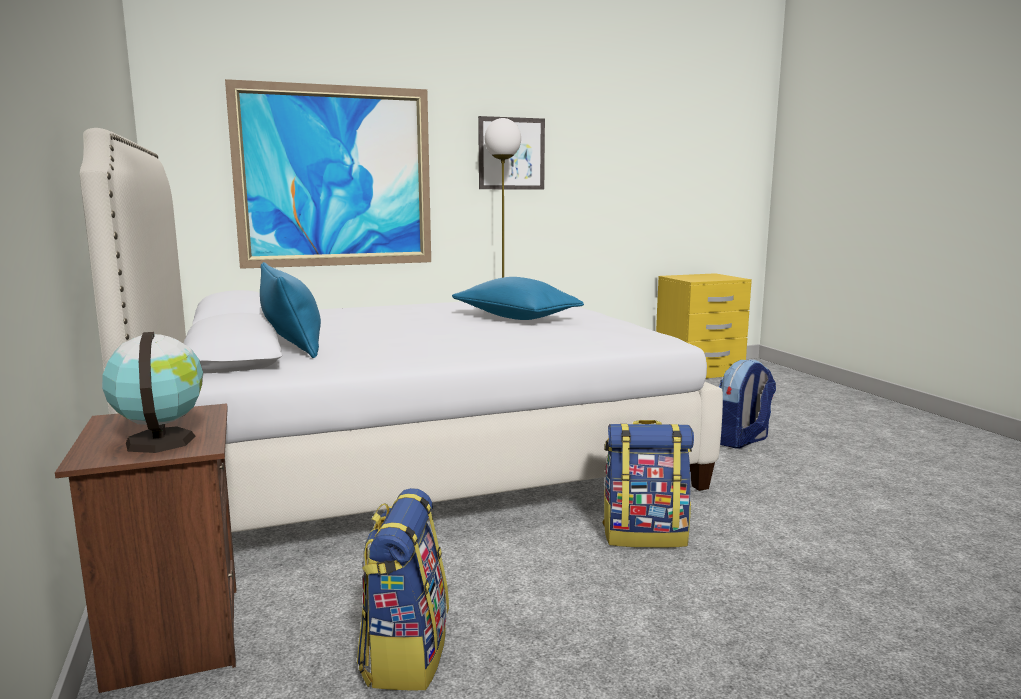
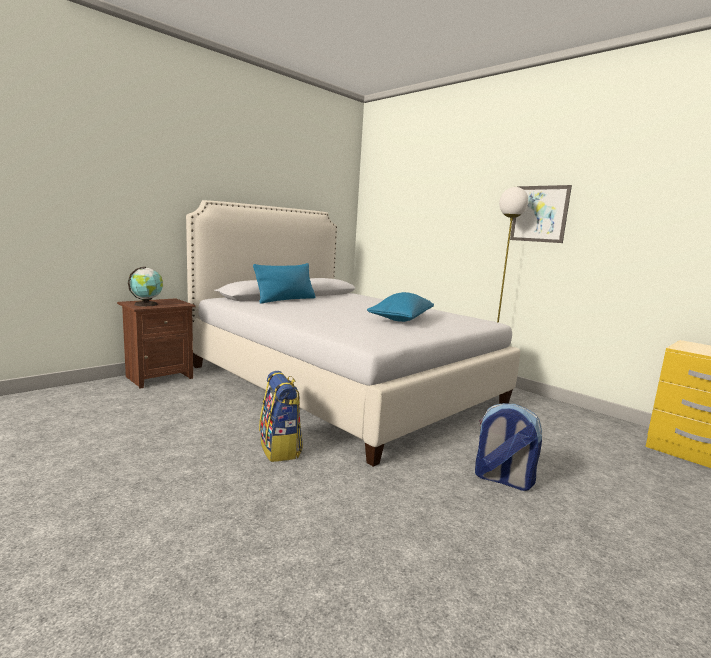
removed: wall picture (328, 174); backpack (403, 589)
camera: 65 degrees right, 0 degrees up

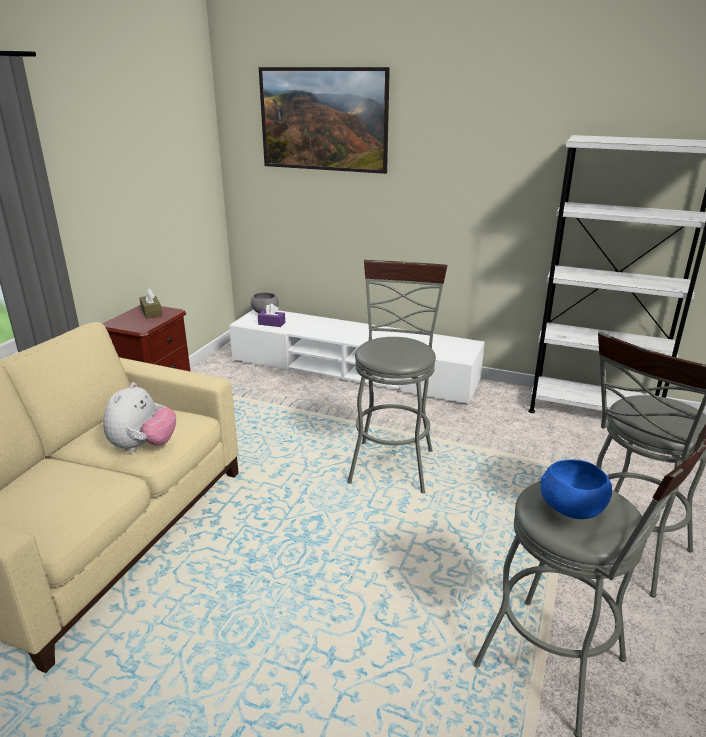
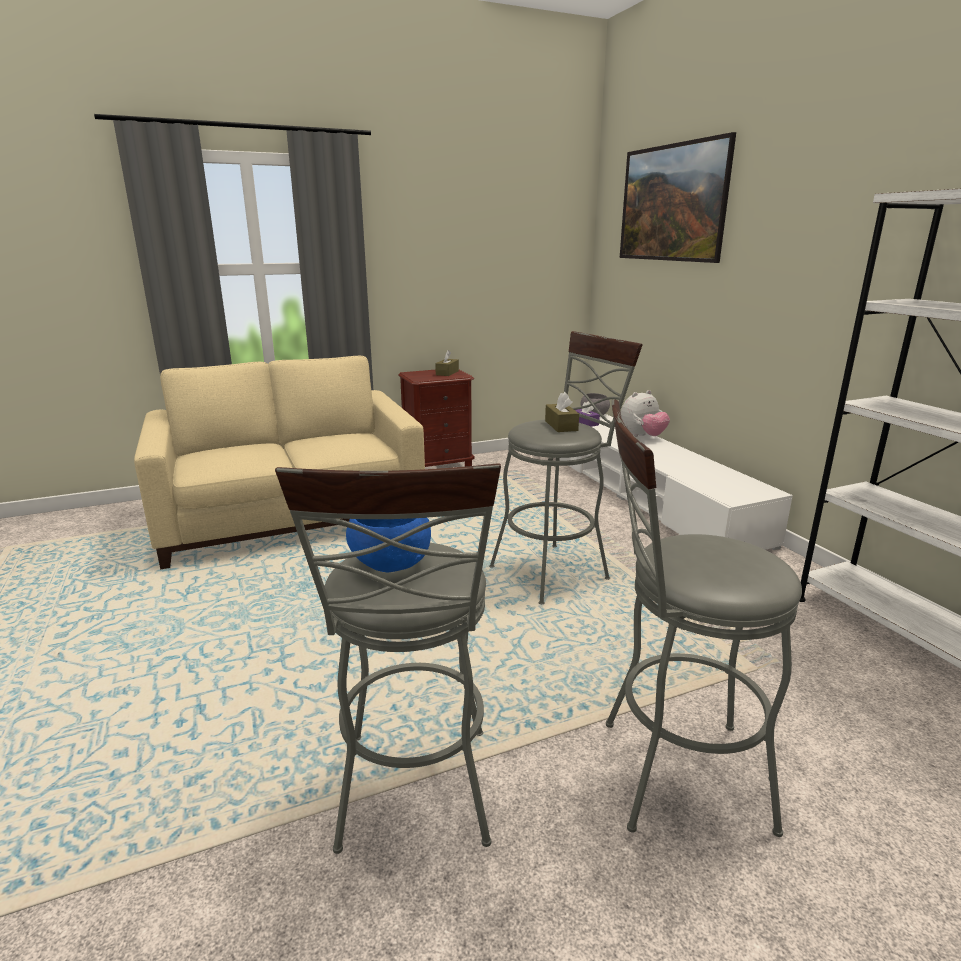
added: brownish tissue box (562, 412)
moved: cuddly toy (139, 417) to (645, 413)
camera: 45 degrees right, 5 degrees down

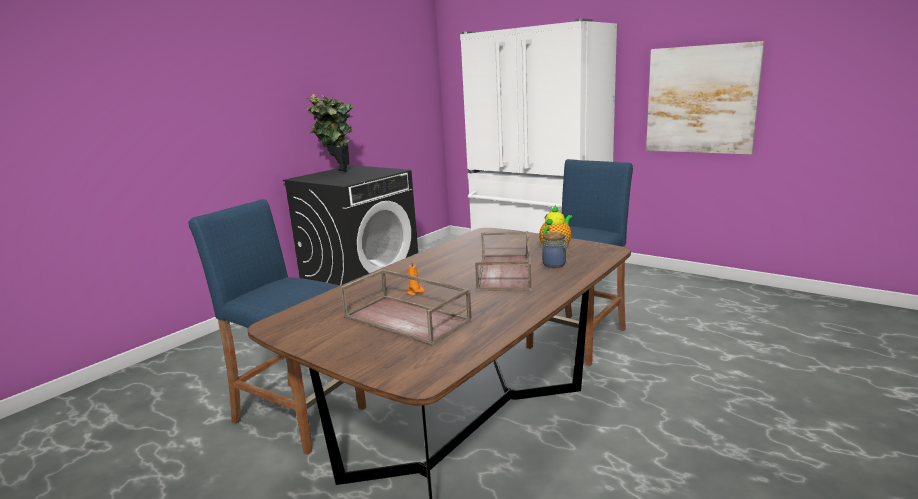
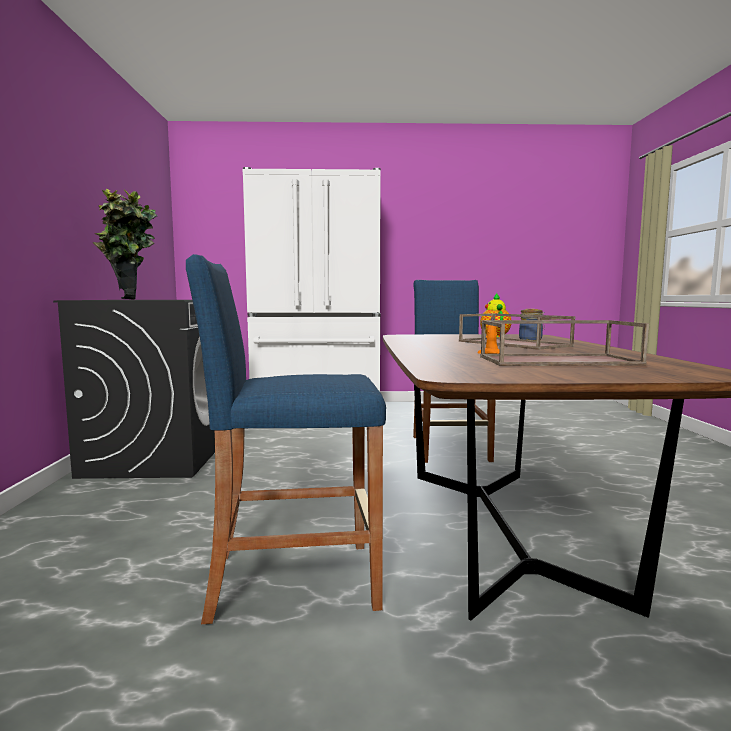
removed: wall picture (705, 98)
camera: 40 degrees left, 10 degrees down

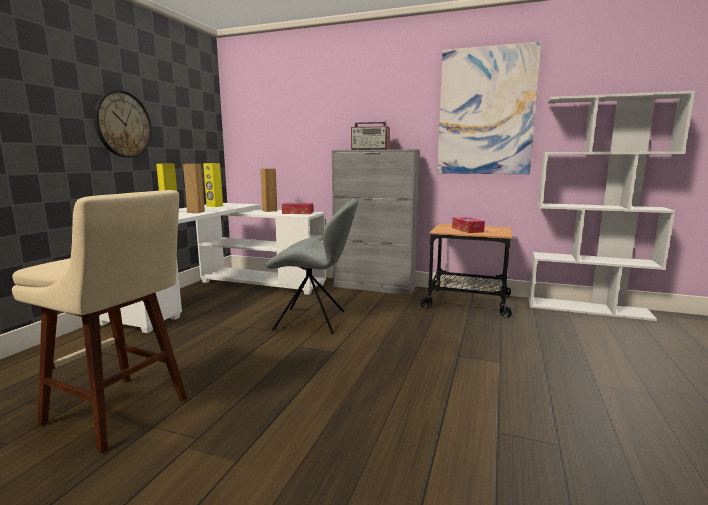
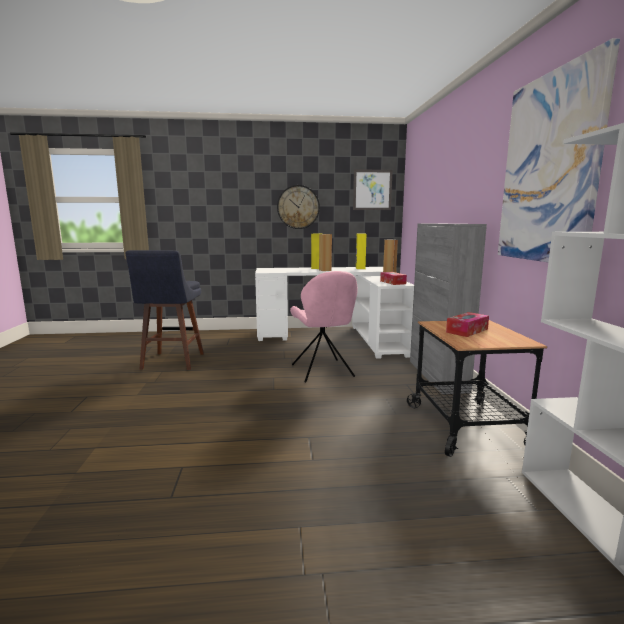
removed: radio set (370, 135)
added: wall picture (373, 189)
recoloured: beige-coloured stool (99, 322) to blue-coloured stool (164, 310); gray plain chair (312, 266) to pink plain chair (324, 327)
camera: 65 degrees right, 0 degrees up

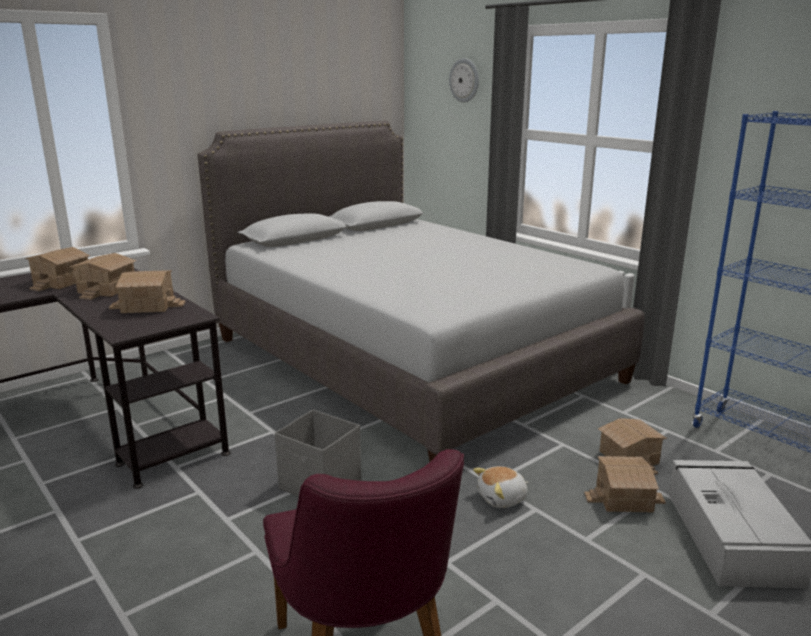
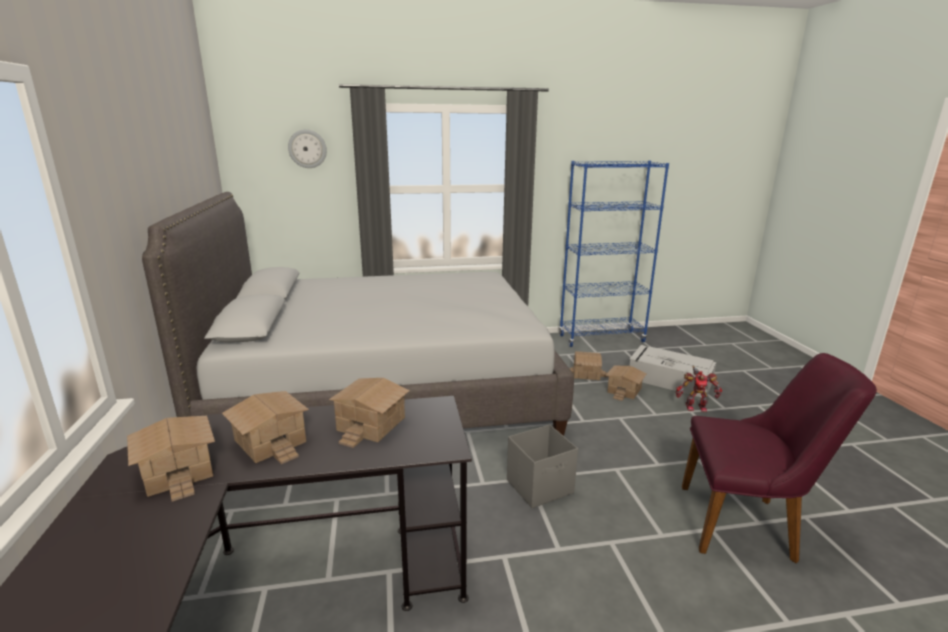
removed: cuddly toy (501, 487)
added: robot figure (699, 389)
camera: 60 degrees left, 0 degrees up

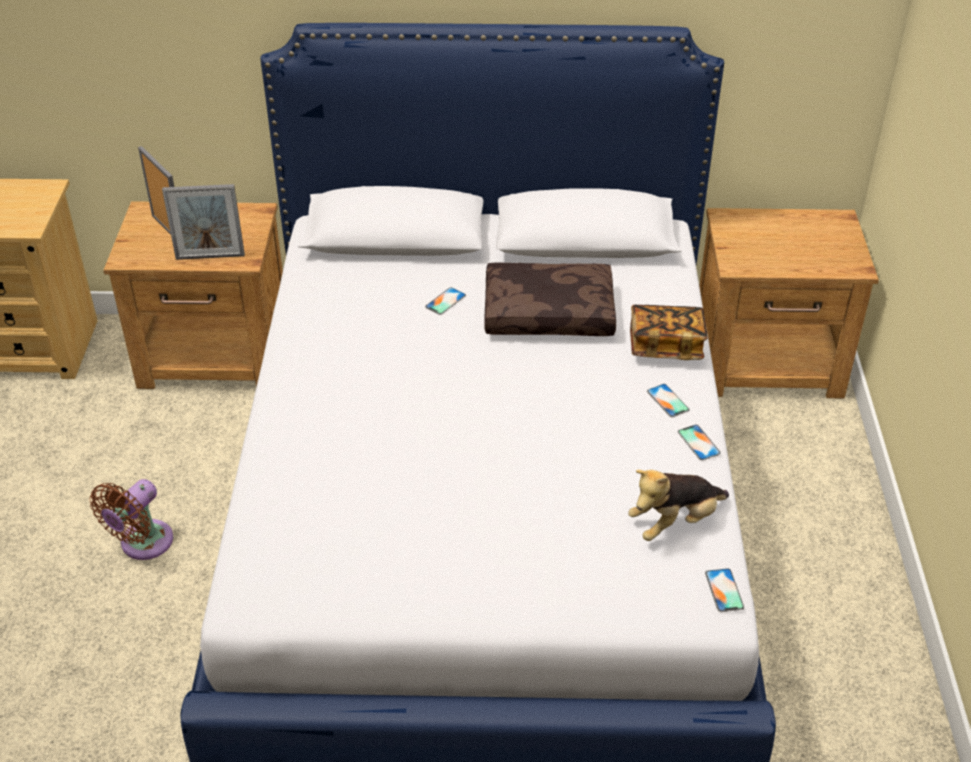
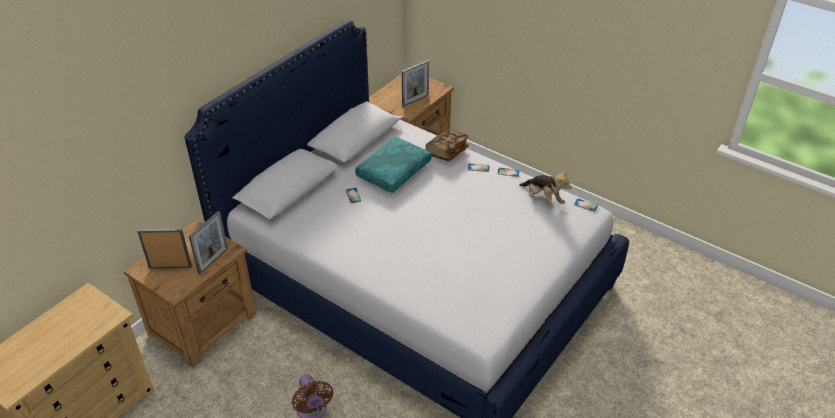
added: photo frame (415, 83)
recoloured: brownish cushion (550, 299) to turquoise cushion (393, 165)
turned: cuddly toy (678, 505) = (545, 189) 45 degrees counterclockwise
camera: 55 degrees left, 0 degrees up

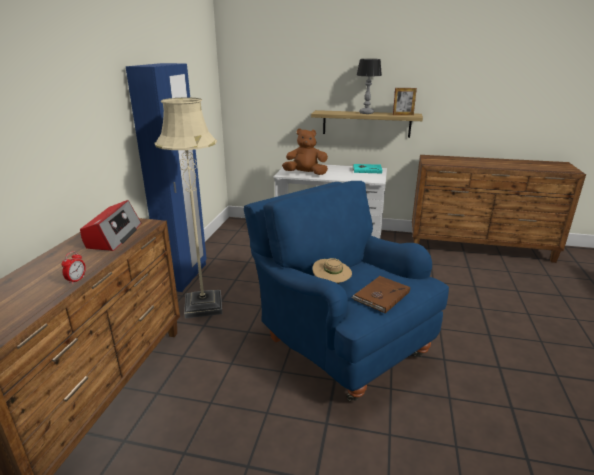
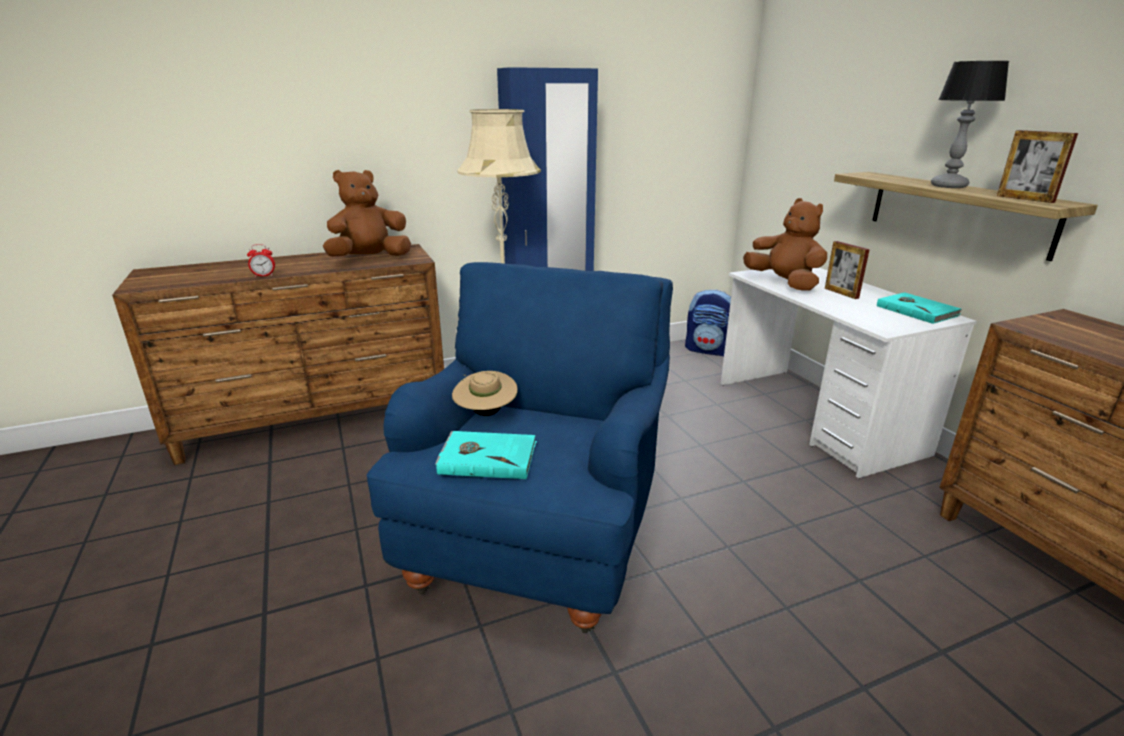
added: backpack (708, 323); photo frame (847, 270)
replaced: radio set (110, 225) to brownish cuddly toy (367, 213)
recoloured: brownish volume (380, 294) to turquoise volume (486, 455)
camera: 55 degrees right, 0 degrees up

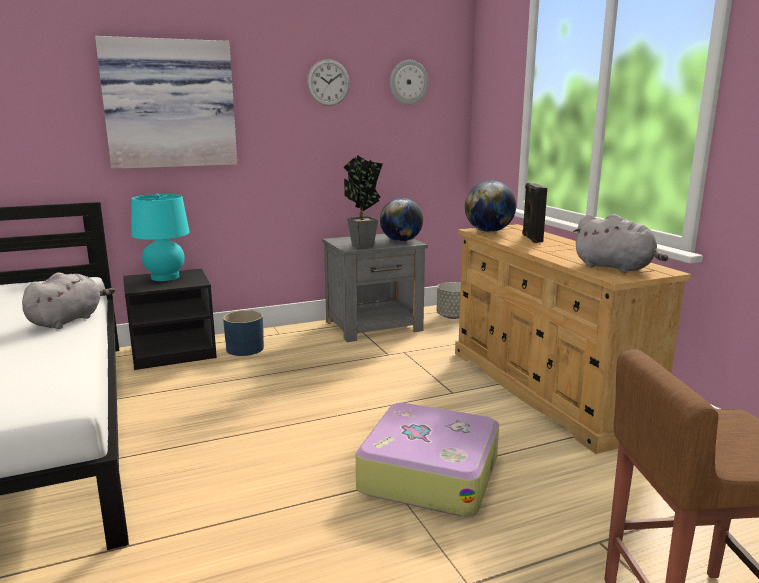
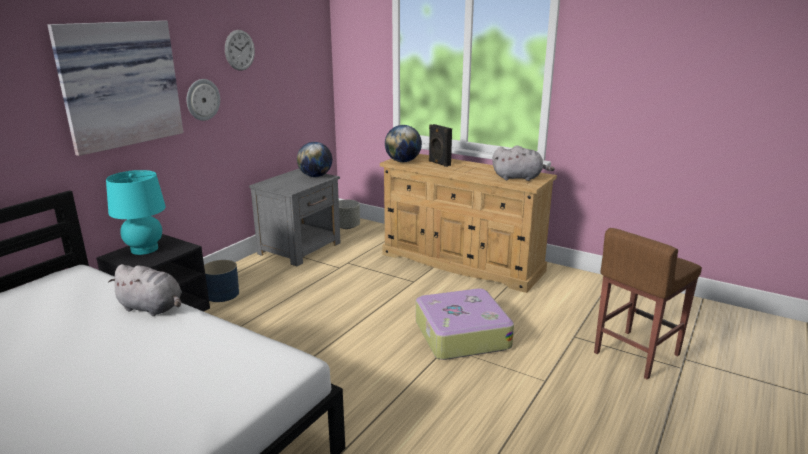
removed: plant in a pot (363, 202)
moved: hanging clock (409, 82) to (203, 100)
turned: gray cuddly toy (68, 300) = (145, 290) 120 degrees clockwise
camera: 35 degrees left, 5 degrees up

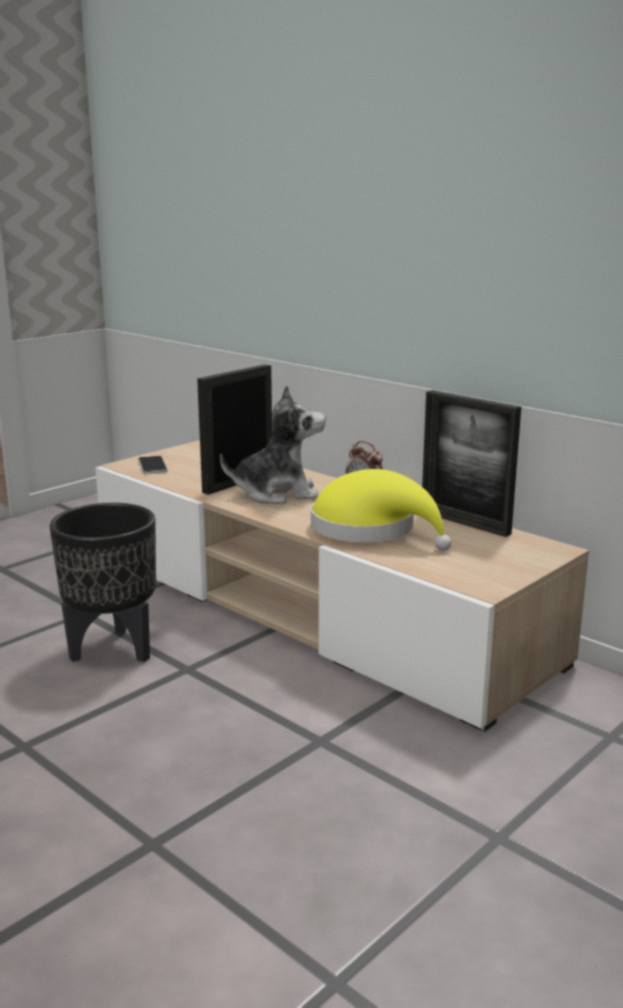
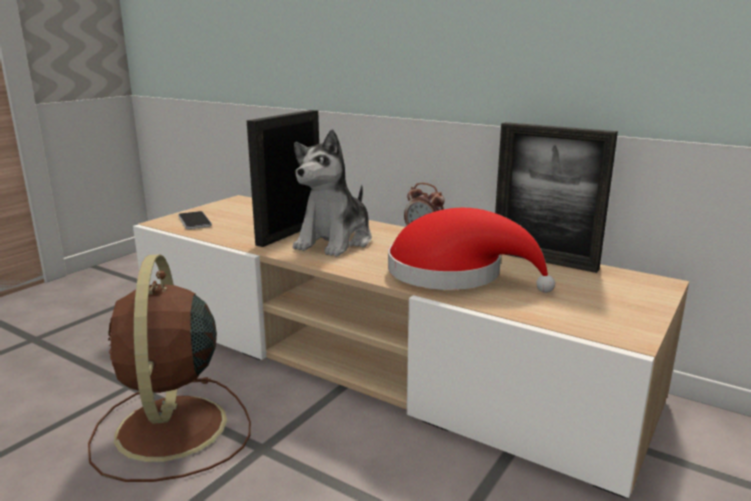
replaced: black-coloured flower pot (103, 582) to brownish fan (169, 368)
recoloured: yellowish clothing hat (381, 510) to red-coloured clothing hat (471, 250)
turned: cuddly toy (273, 444) = (332, 193) 135 degrees clockwise
camera: 10 degrees left, 0 degrees up

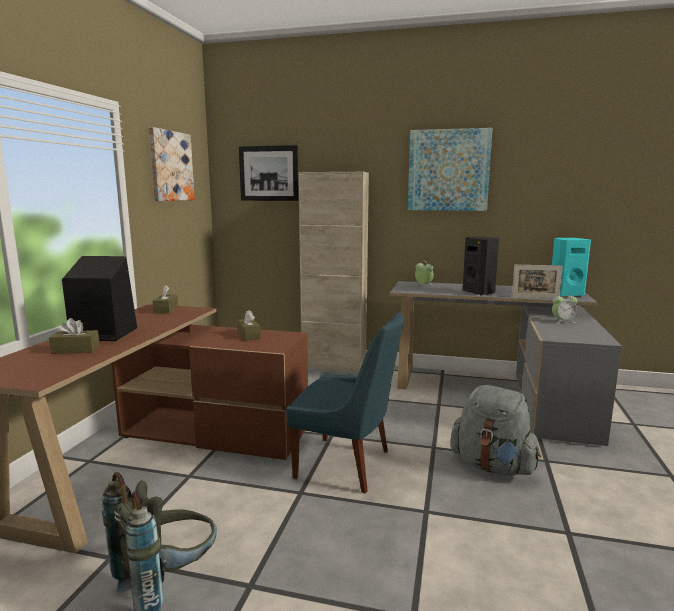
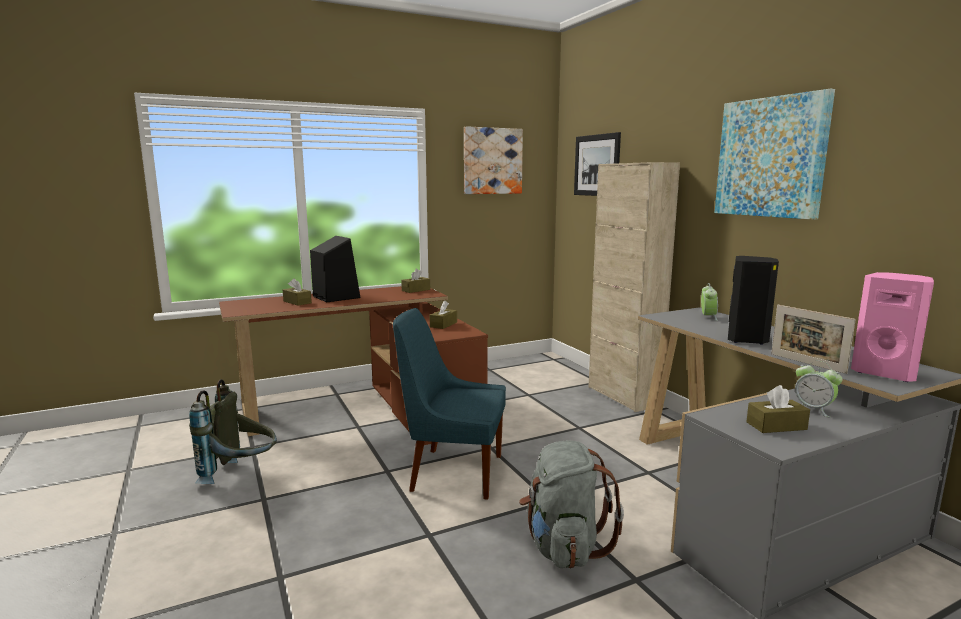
added: brownish tissue box (778, 409)
recoloured: turquoise speaker (571, 267) to pink speaker (892, 327)
turned: blue-coloured plain chair (345, 402) = (449, 404) 120 degrees clockwise
camera: 50 degrees right, 0 degrees up

